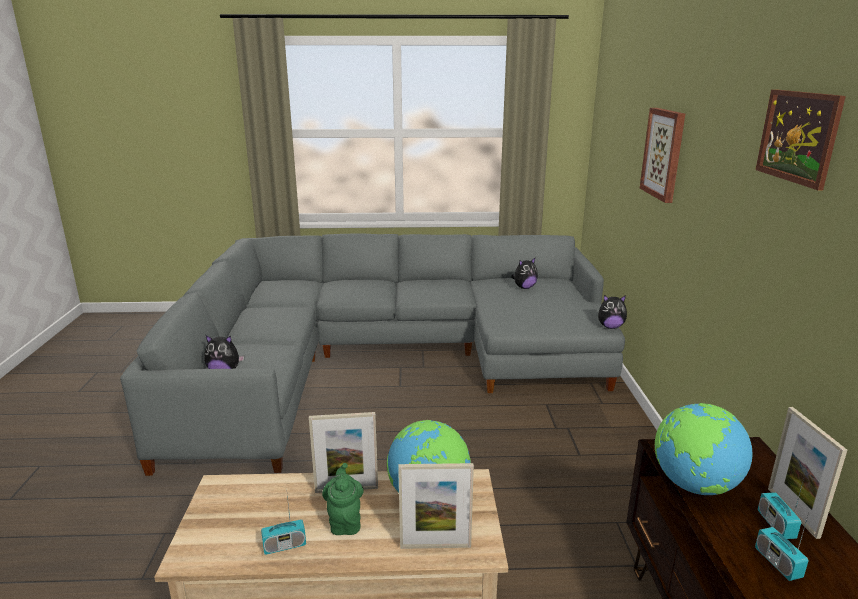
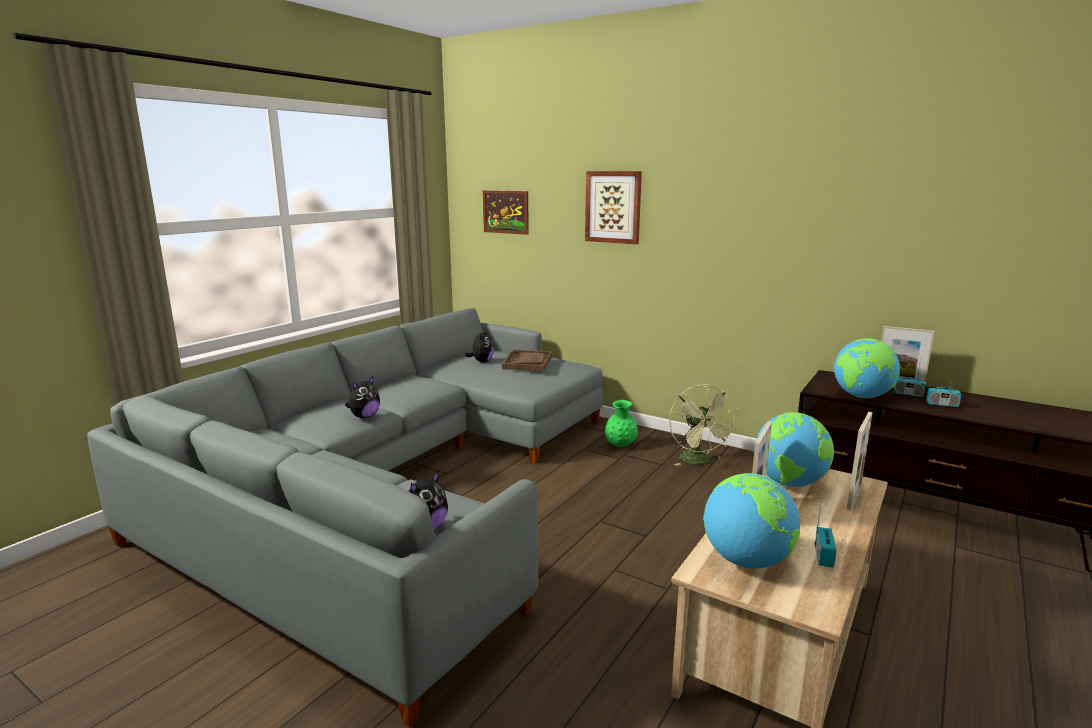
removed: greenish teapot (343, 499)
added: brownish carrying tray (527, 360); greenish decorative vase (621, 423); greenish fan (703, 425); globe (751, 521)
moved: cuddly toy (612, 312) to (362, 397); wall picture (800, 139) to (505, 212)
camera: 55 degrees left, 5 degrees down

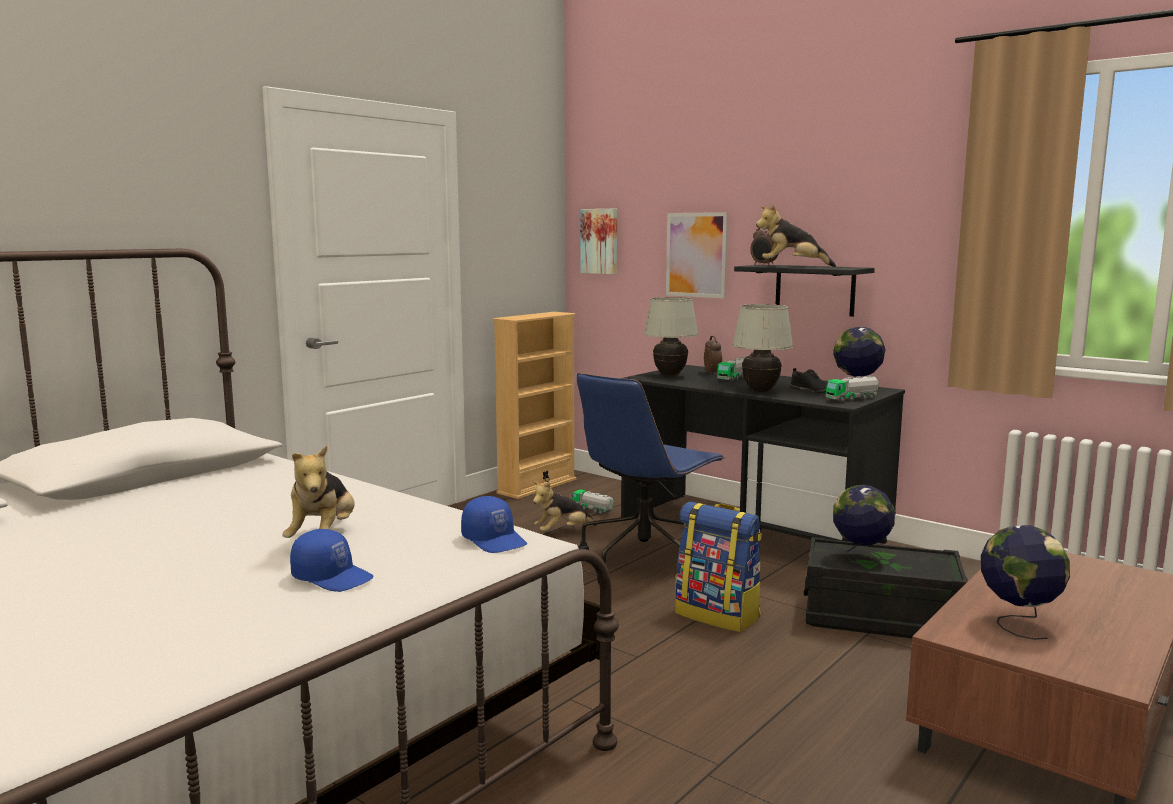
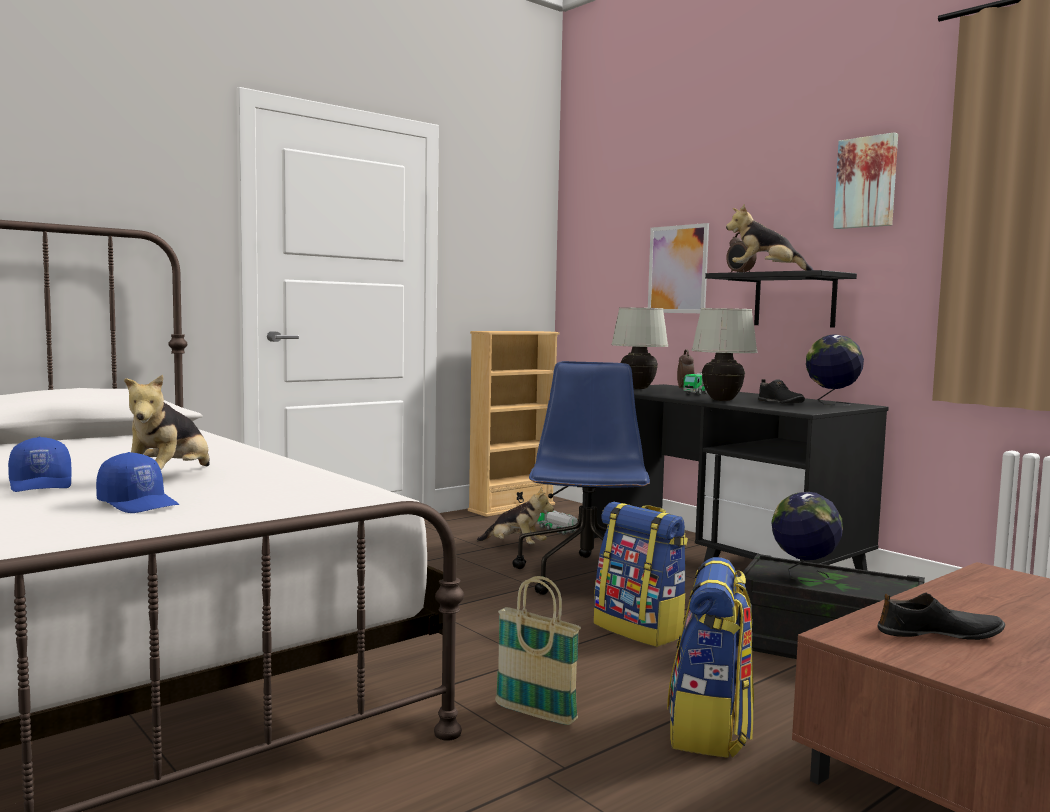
removed: toy truck (852, 389)
added: storage basket (538, 650); backpack (710, 657)
moved: blue-coloured cap (494, 524) to (40, 464); wall picture (598, 241) to (865, 180)
replaced: globe (1025, 582) to black-coloured low shoe (941, 616)
turned: cuddly toy (565, 506) = (515, 515) 135 degrees counterclockwise; blue-coloured computer chair (651, 478) = (581, 478) 135 degrees clockwise
camera: 10 degrees right, 5 degrees down

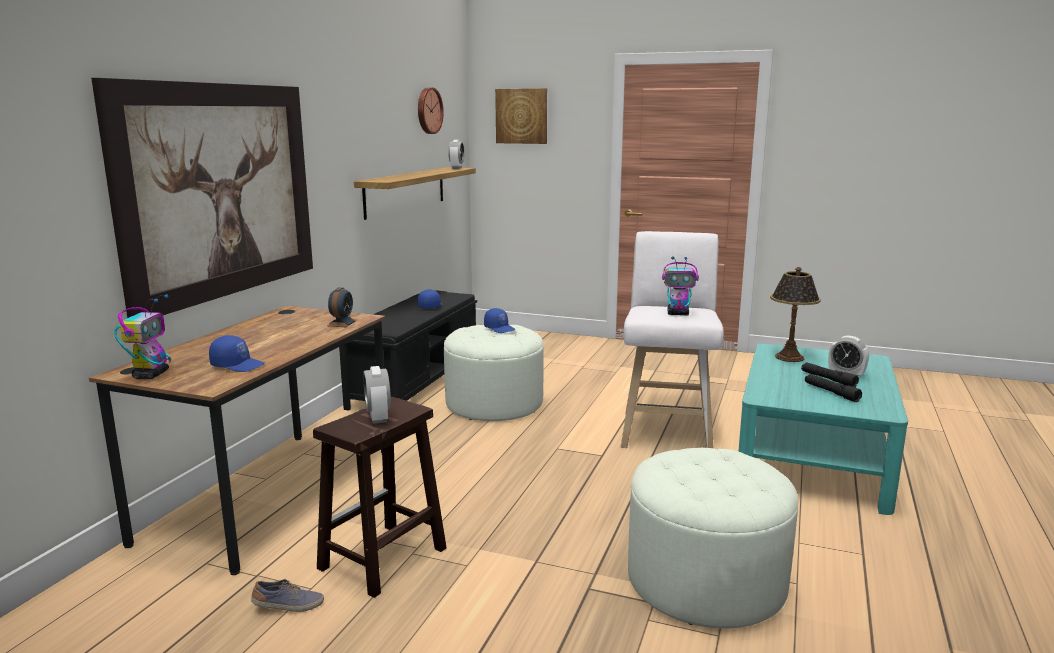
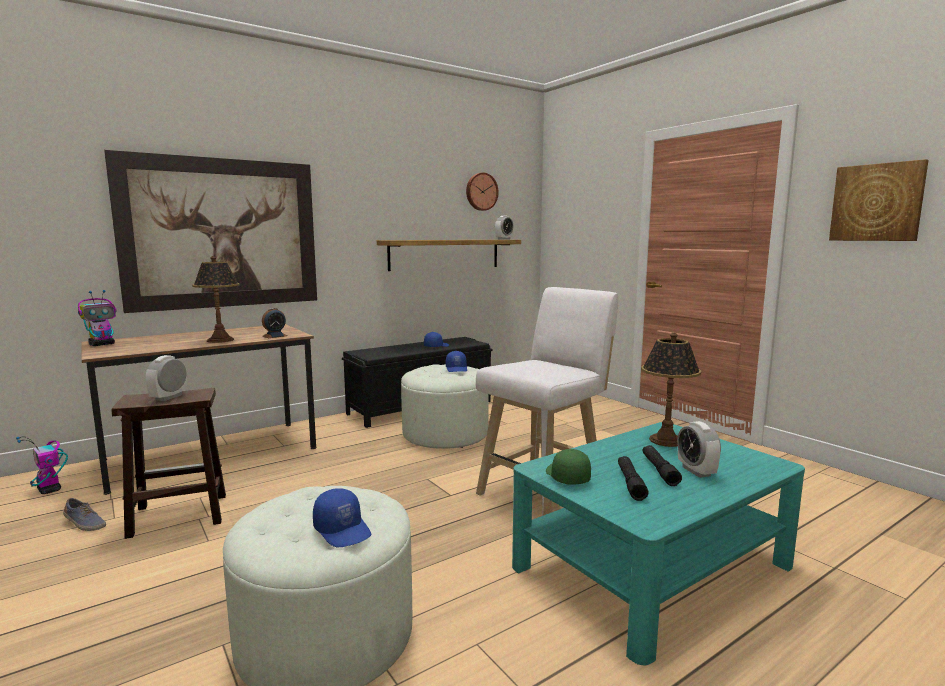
added: table lamp (215, 299); greenish cap (568, 466)
moved: blue-coloured cap (237, 353) to (342, 517); wall picture (521, 116) to (879, 200); robot figure (680, 285) to (42, 465)
camera: 35 degrees right, 5 degrees down

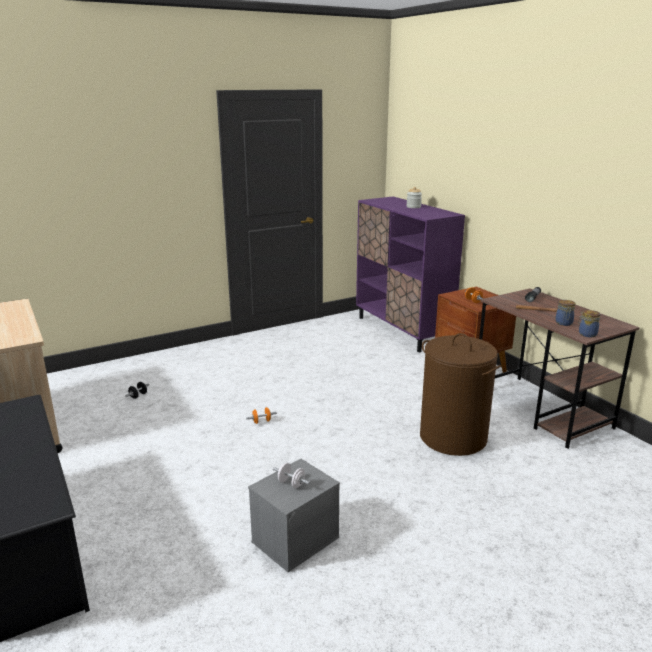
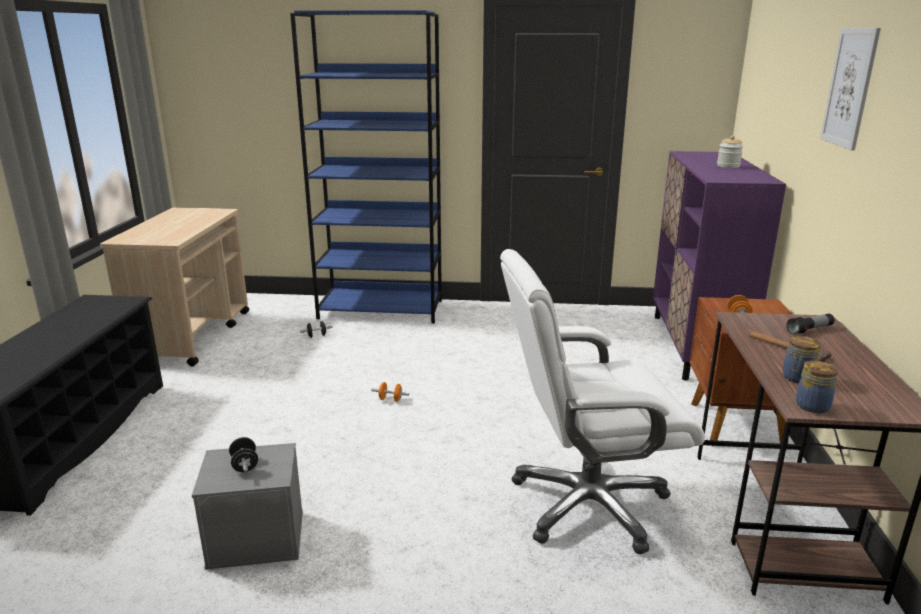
added: blue-coloured bookcase (366, 166); wall picture (850, 89)
replaced: brownish laundry basket (460, 394) to white-coloured computer chair (602, 401)
recoloured: white-coloured hand weight (291, 475) to black-coloured hand weight (243, 454)
camera: 35 degrees right, 0 degrees up

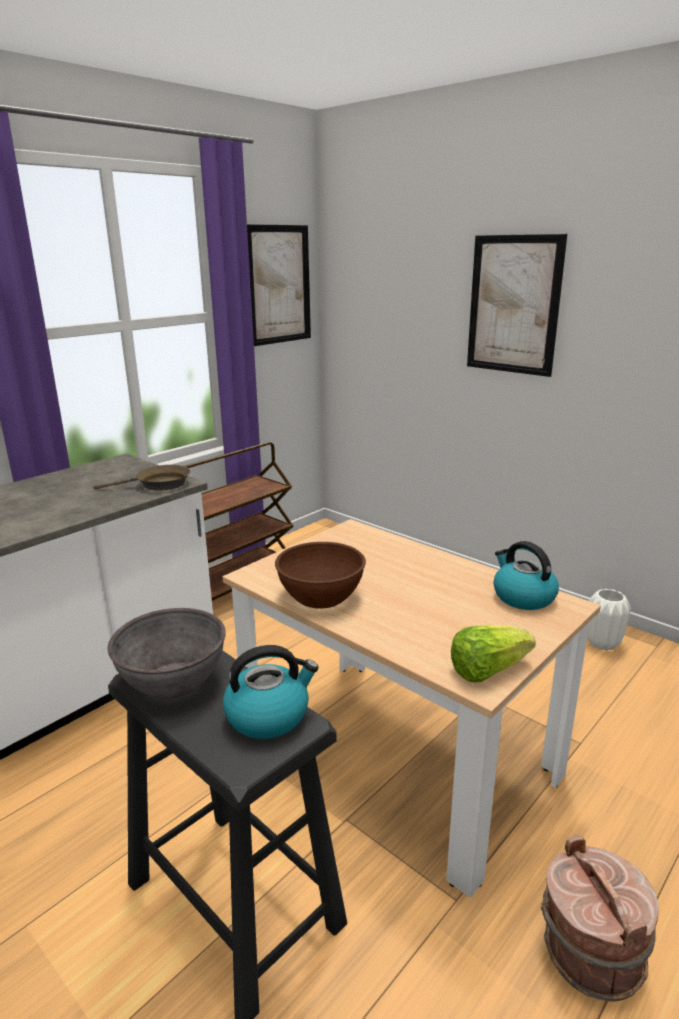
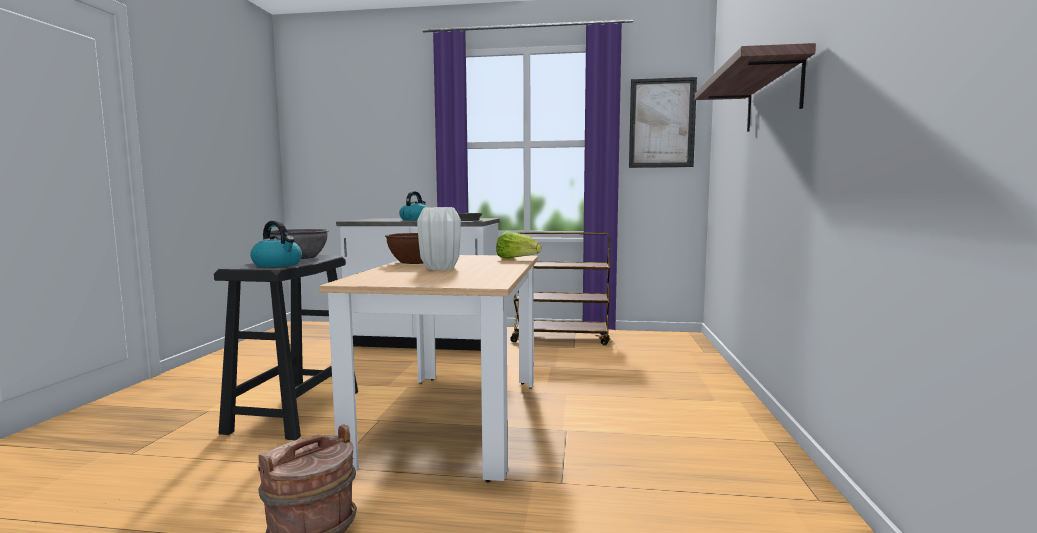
moved: head of lettuce (493, 653) to (518, 245); water kettle (526, 575) to (413, 205); white-coloured decorative vase (609, 620) to (439, 238)
replaced: wall picture (517, 305) to wall shelf (755, 87)
camera: 55 degrees right, 15 degrees down

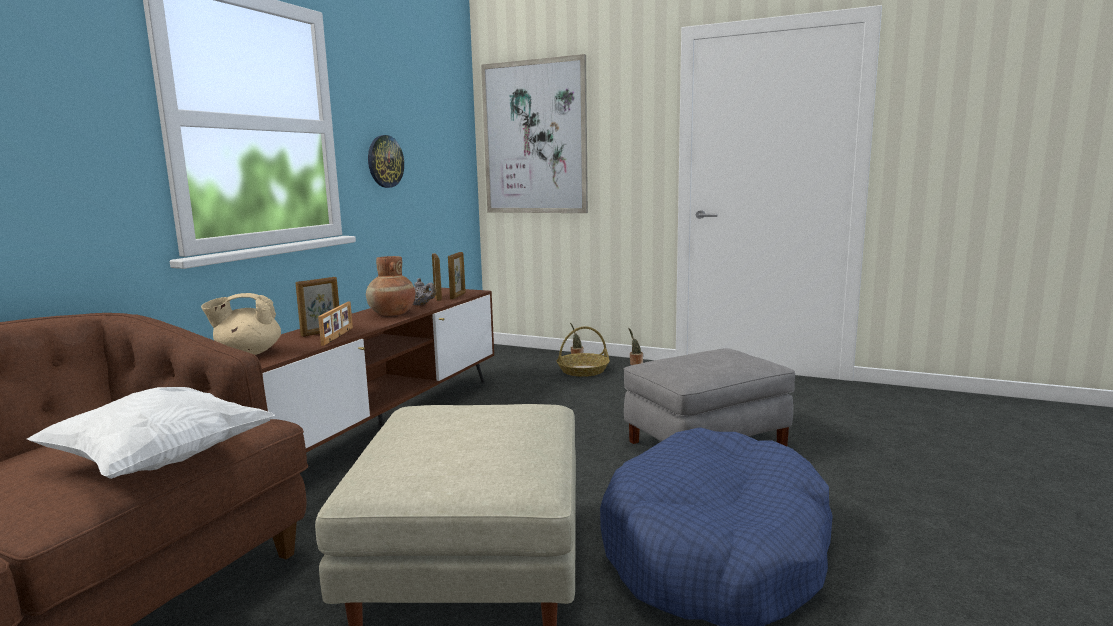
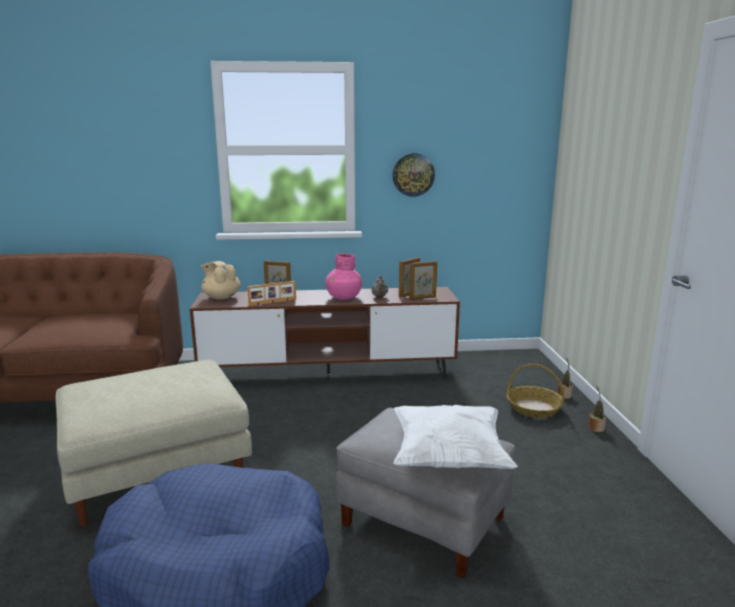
removed: wall picture (534, 133)
moved: white-coloured cushion (151, 433) to (456, 437)
recoloured: brownish decorative vase (390, 286) to pink decorative vase (343, 276)
camera: 60 degrees right, 5 degrees up

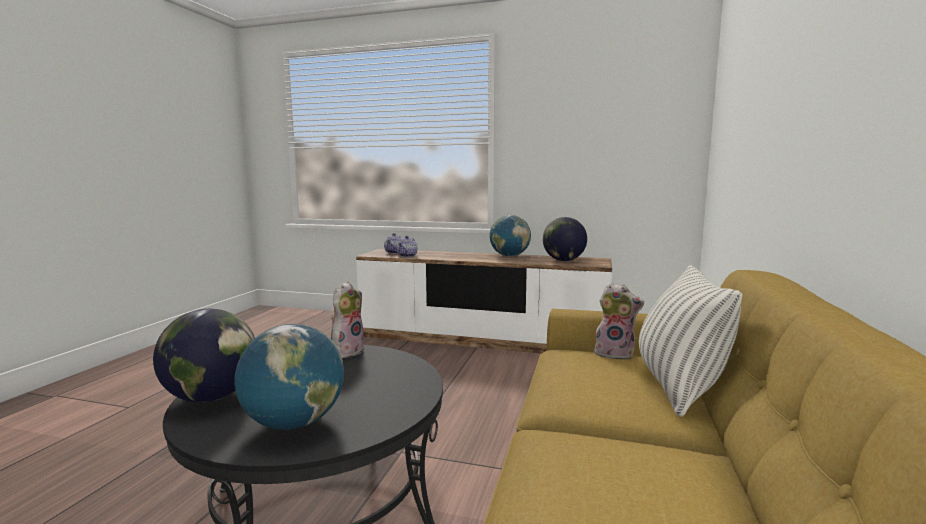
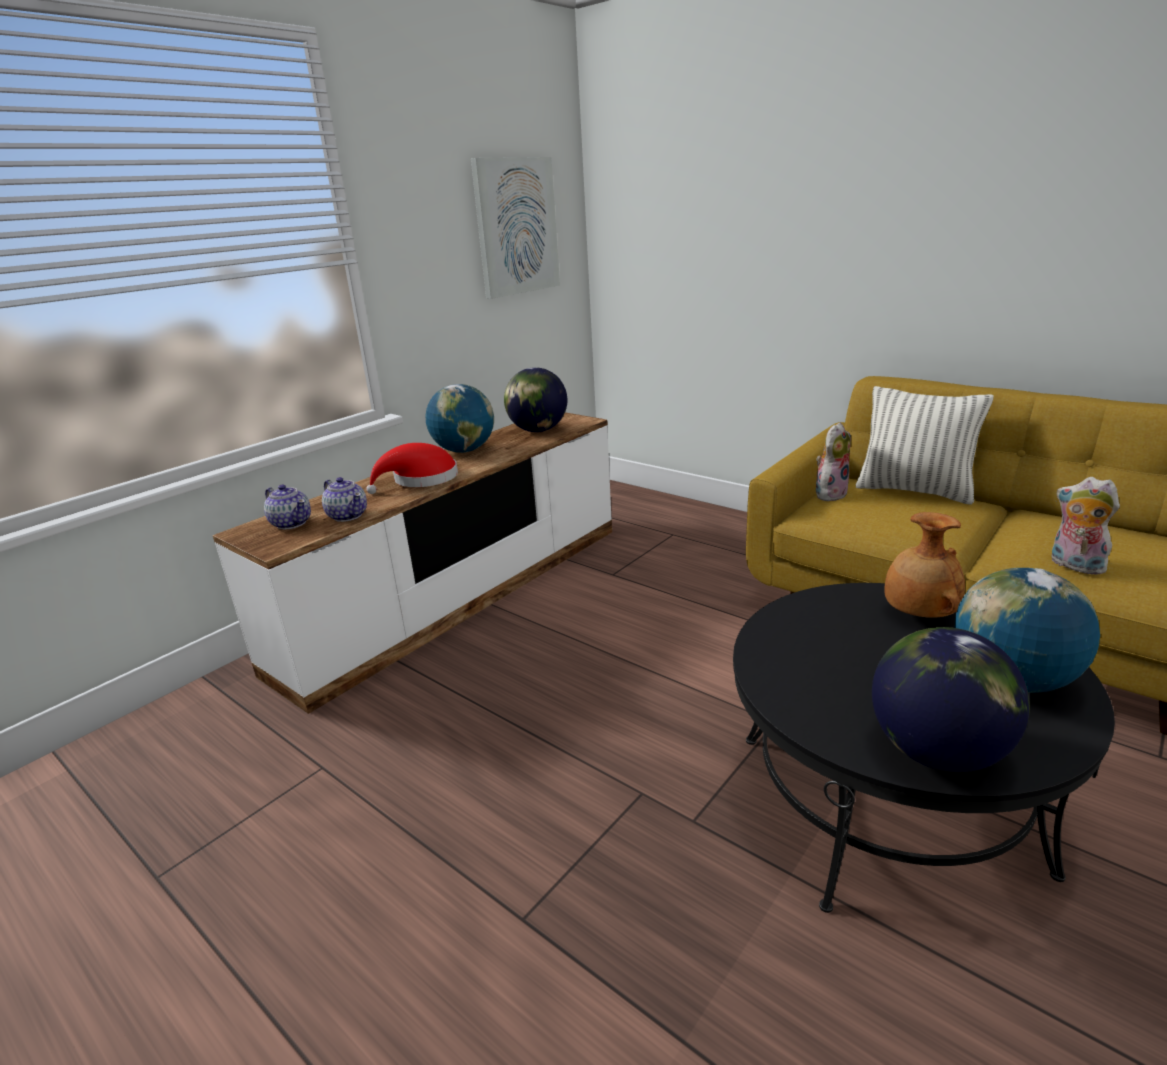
added: red-coloured clothing hat (412, 468); wall picture (515, 228); brownish decorative vase (924, 565)
moved: cuddly toy (348, 319) to (1086, 526)
camera: 65 degrees left, 15 degrees up

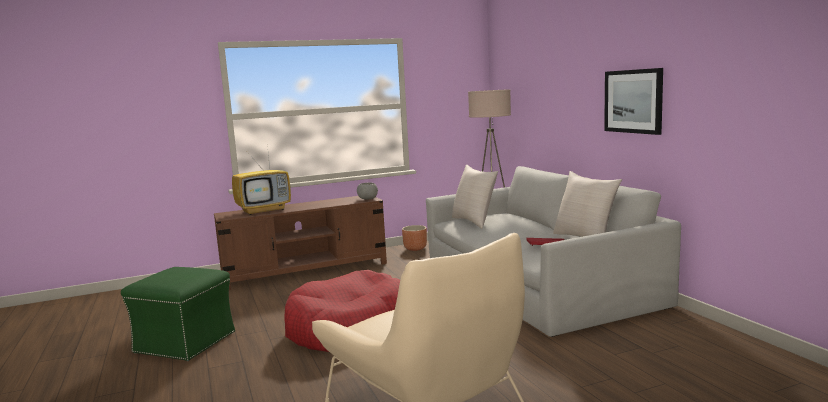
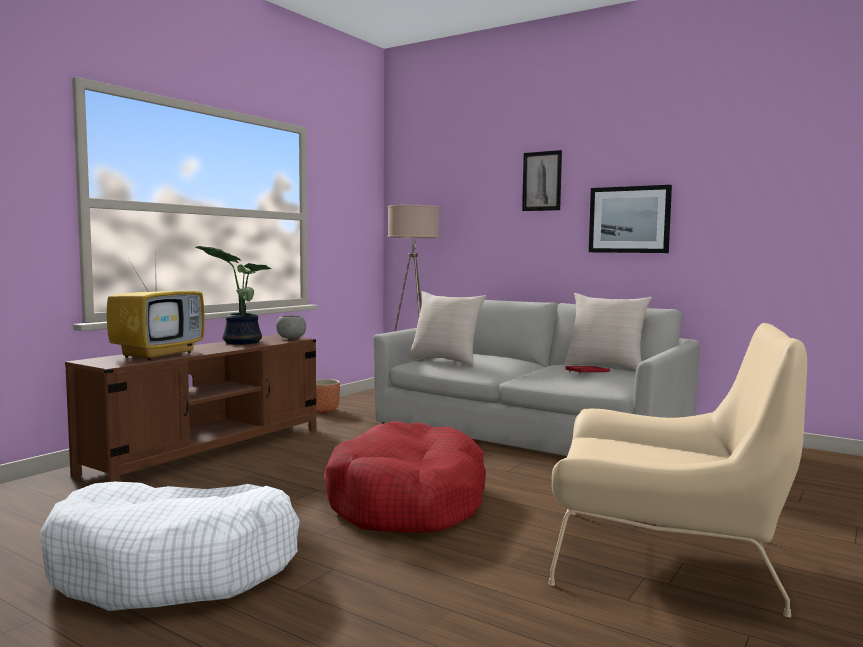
added: plant in a pot (233, 295); wall picture (542, 180)
replaced: greenish footrest (178, 314) to white-coloured dog bed (170, 546)
camera: 35 degrees left, 5 degrees down

